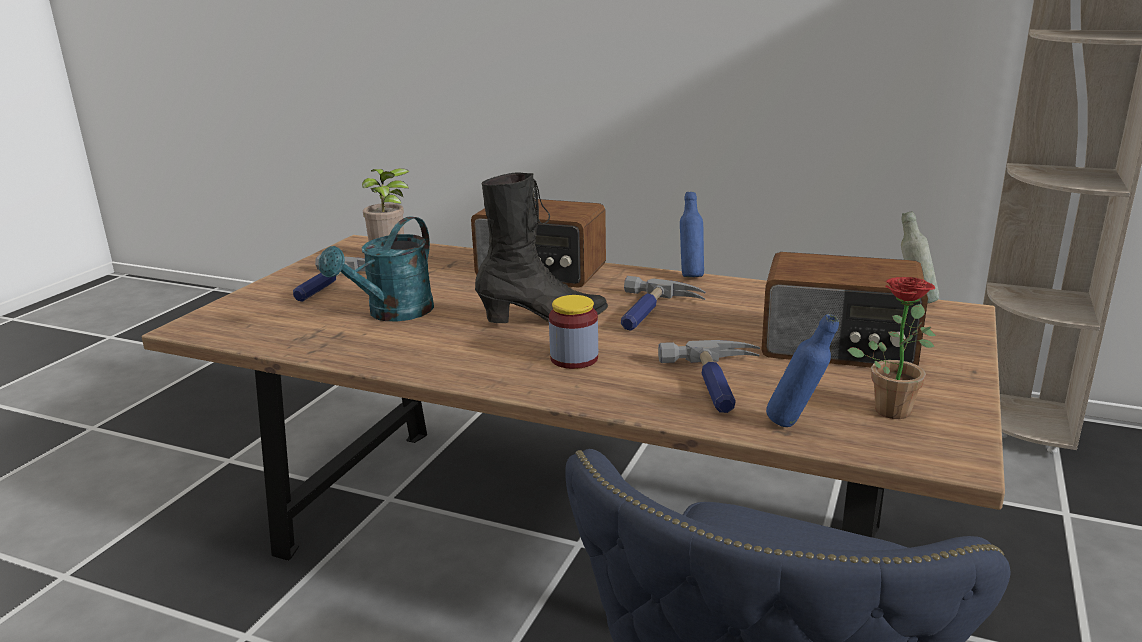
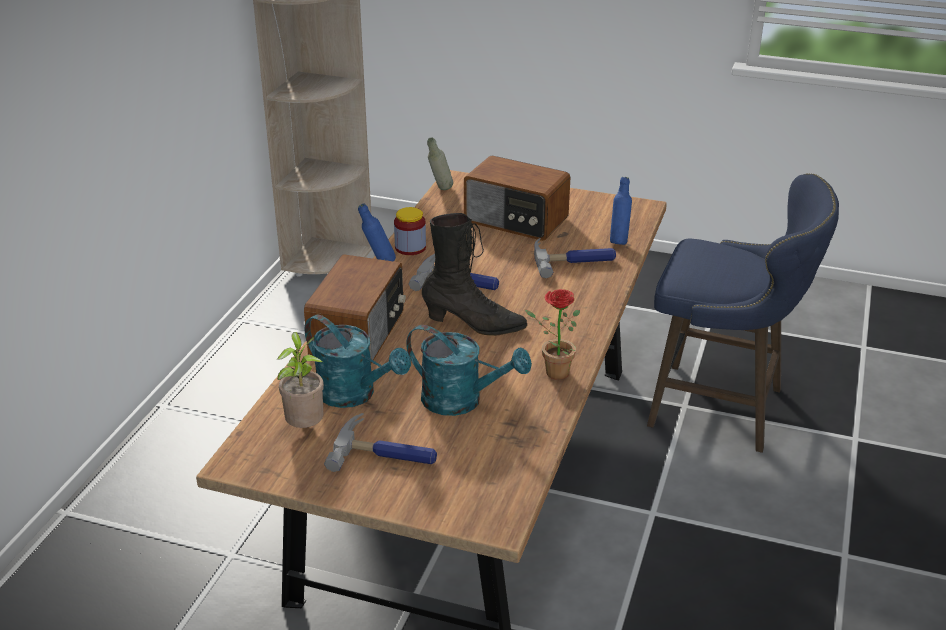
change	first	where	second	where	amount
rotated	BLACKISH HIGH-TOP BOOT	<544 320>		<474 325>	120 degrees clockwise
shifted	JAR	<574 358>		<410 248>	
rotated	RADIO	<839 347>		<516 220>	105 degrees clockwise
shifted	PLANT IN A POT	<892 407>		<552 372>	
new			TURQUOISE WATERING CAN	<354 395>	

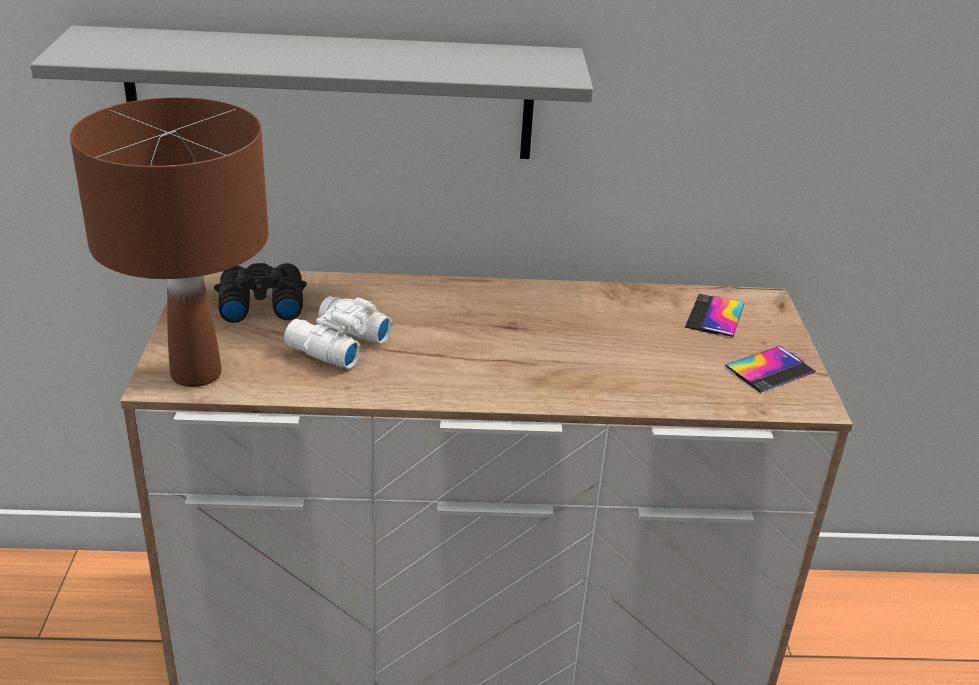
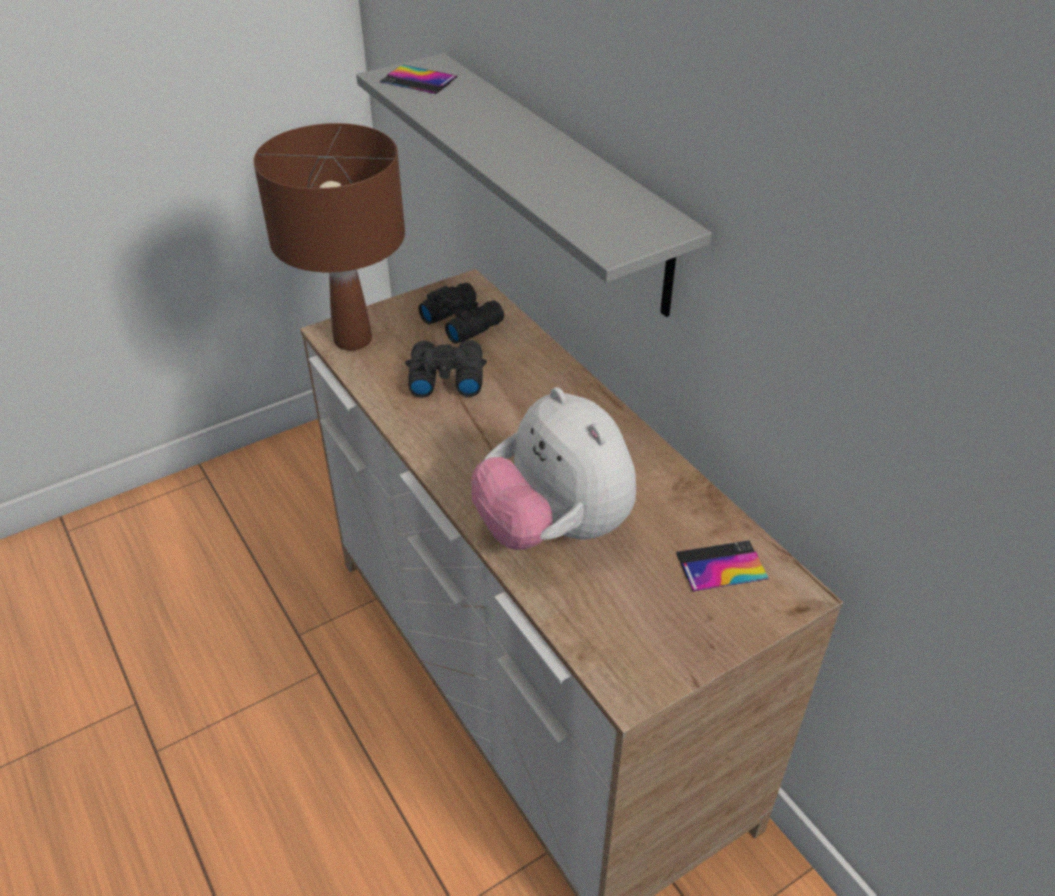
change	first	where	second	where	amount
repainted	WHITE BINOCULARS	<336 344>	BLACKISH BINOCULARS	<445 377>	
shifted	PHONE	<770 369>		<418 80>	
new			SOFT TOY	<554 529>	

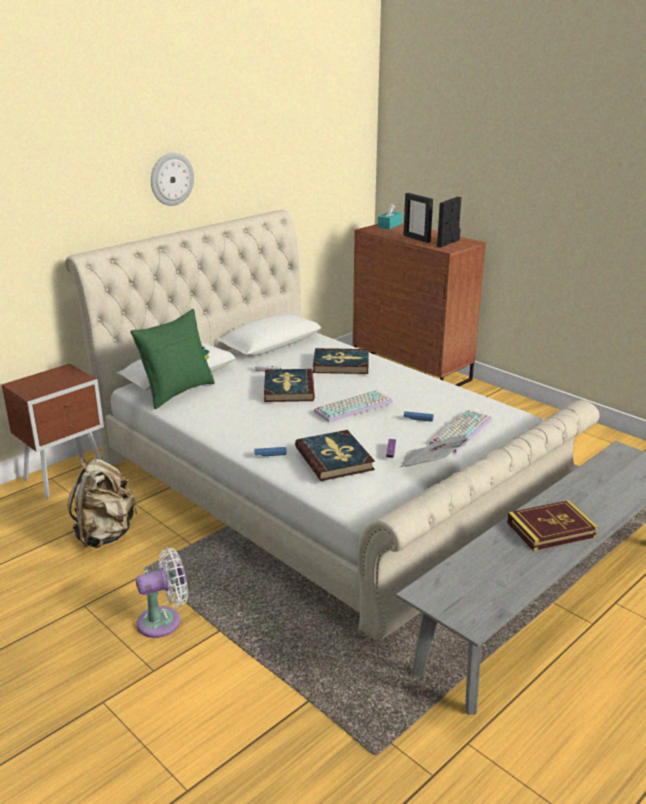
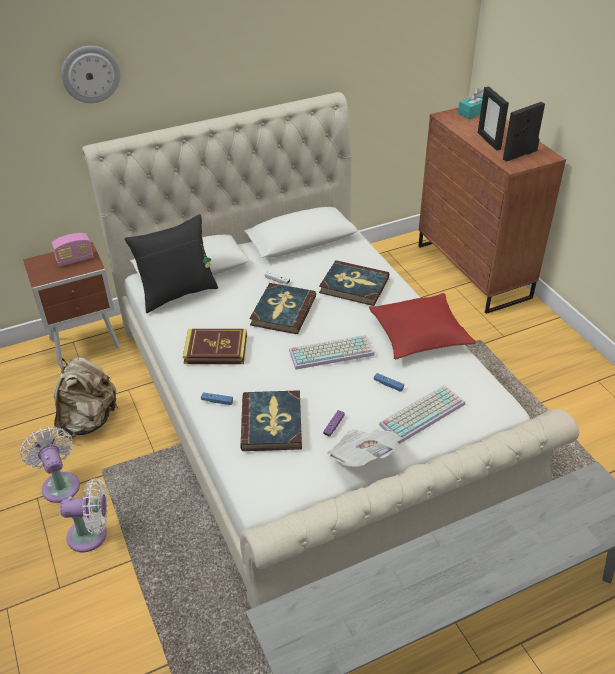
change	first	where	second	where	amount
repainted	GREEN-COLOURED CUSHION	<177 393>	BLACKISH CUSHION	<178 294>	
shifted	CLOCK ON THE WALL	<171 179>		<90 74>	
shifted	VOLUME	<551 529>		<216 349>	
new			WHITE ELECTRIC FAN	<60 484>	
new			RADIO	<75 260>	
new			RED CUSHION	<419 334>	

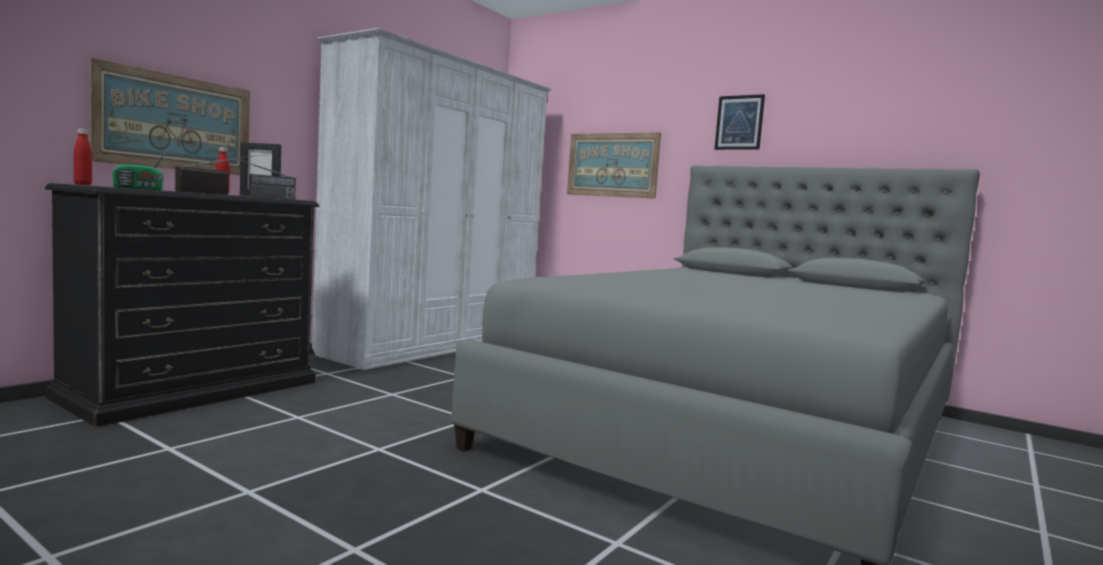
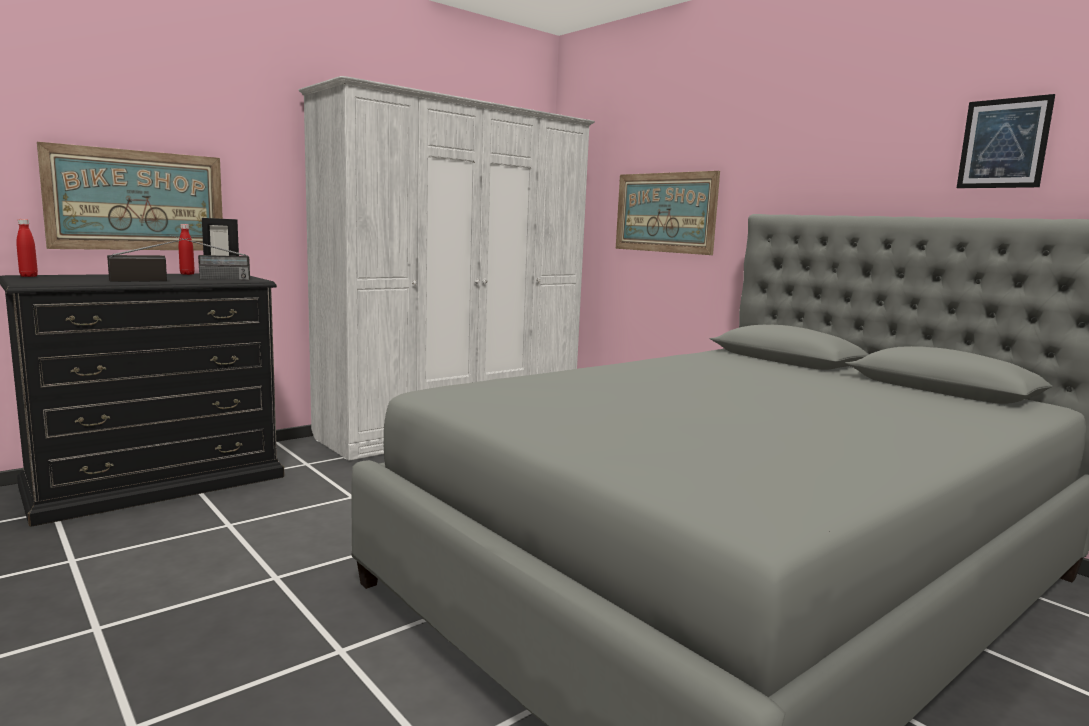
change	first	where	second	where	amount
gone	RADIO	<139 188>			
shifted	PICTURE	<739 122>		<1003 143>	

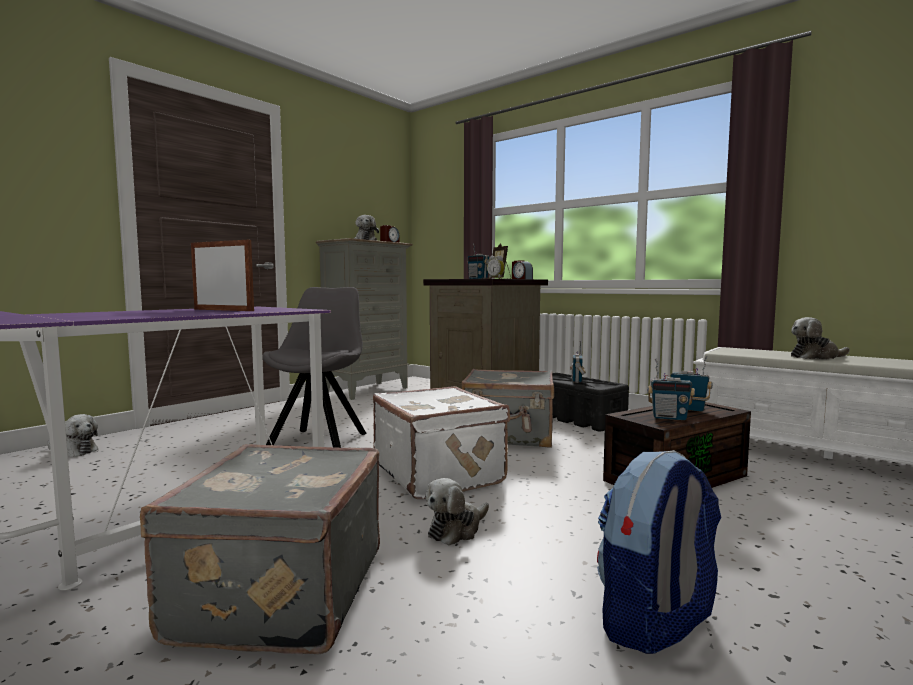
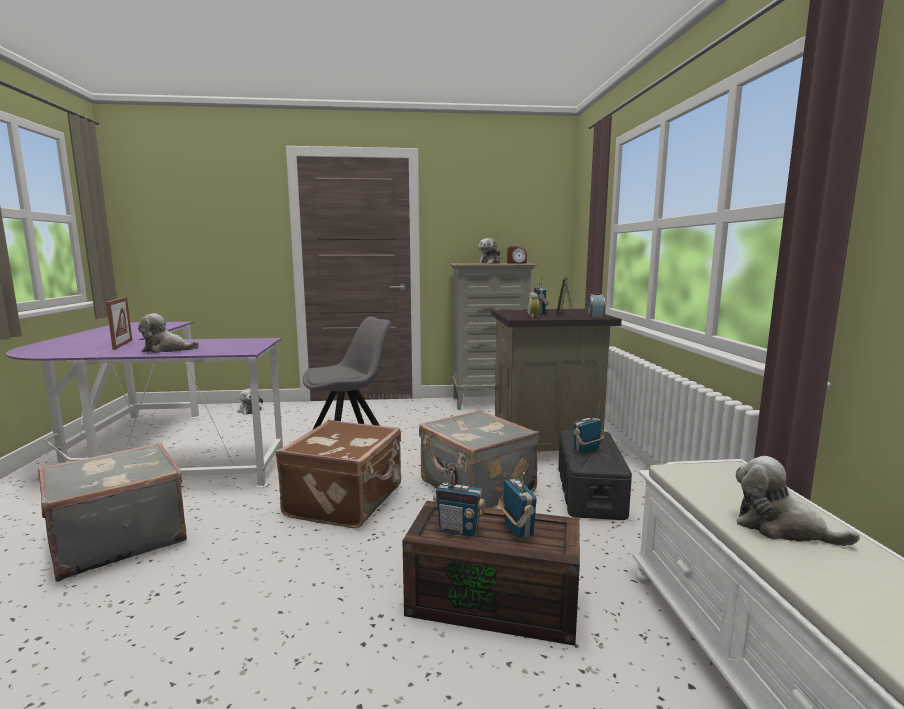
change	first	where	second	where	amount
shifted	PHOTO FRAME	<223 310>		<122 344>	
repainted	WHITE TRAVEL CASE	<439 473>	BROWN TRAVEL CASE	<347 501>	
shifted	SOFT TOY	<456 529>		<166 350>	
gone	RUCKSACK	<654 622>			
rotated	RADIO	<669 418>		<459 530>	45 degrees counterclockwise

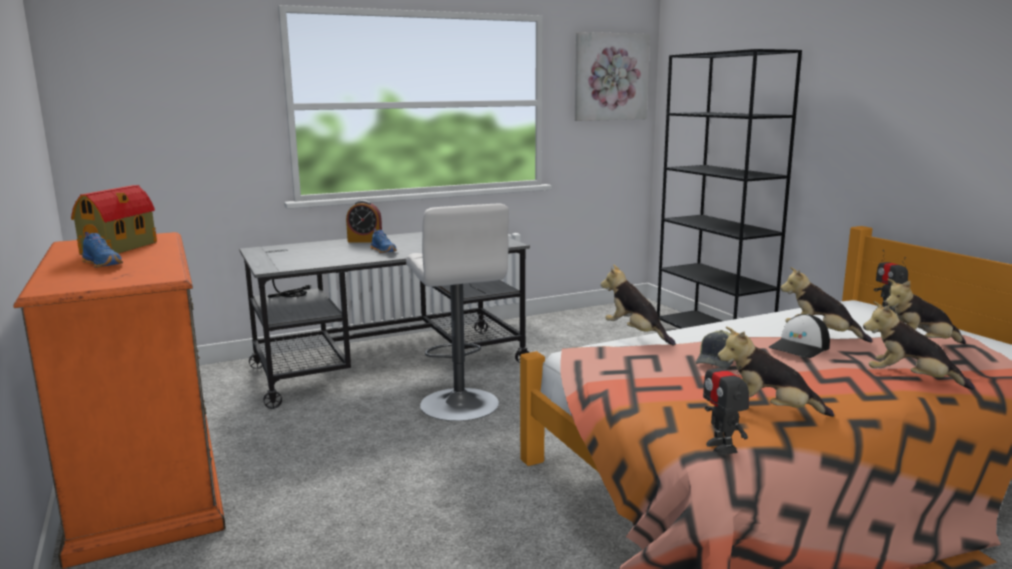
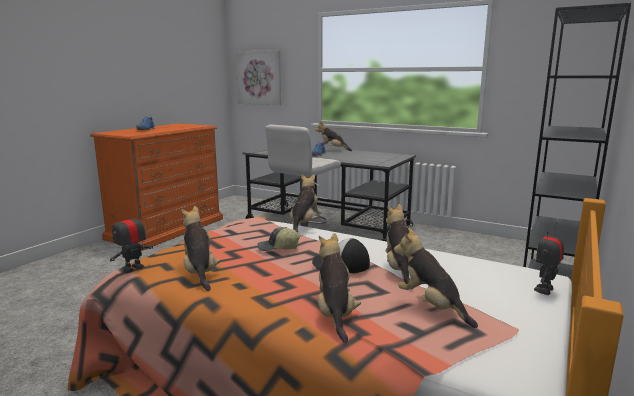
change	first	where	second	where	amount
gone	MINIATURE HOUSE	<121 248>			
swapped	ALARM CLOCK	<365 241>	SOFT TOY	<332 150>	
shifted	PICTURE	<610 77>		<259 78>	

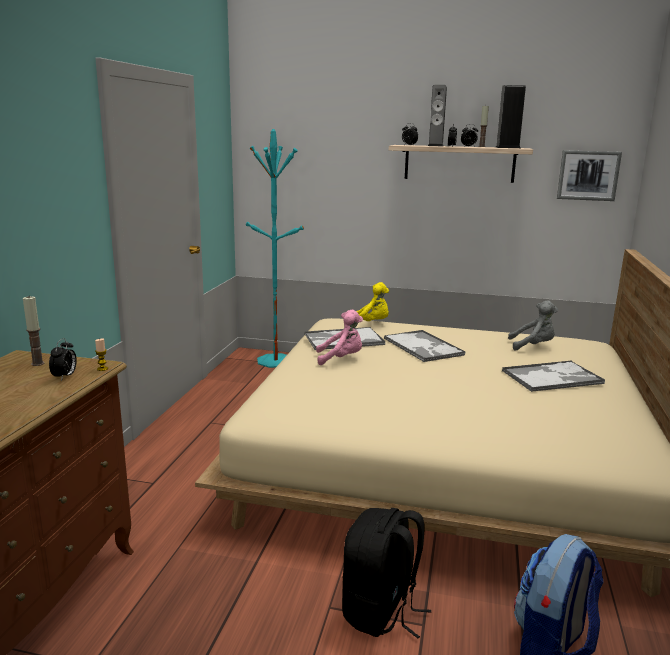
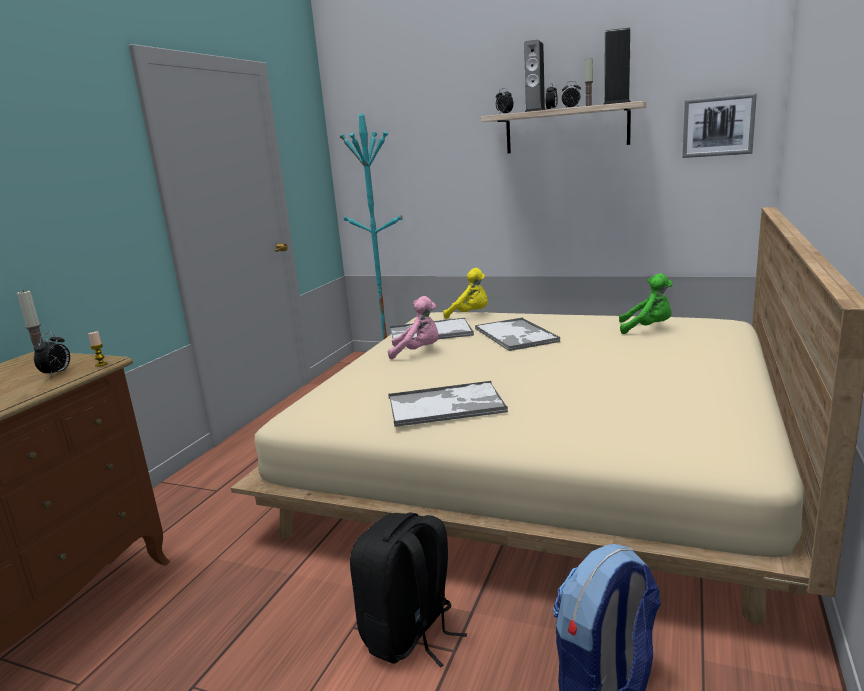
change	first	where	second	where	amount
shifted	SERVING TRAY	<552 377>		<447 405>	
repainted	GREYISH SOFT TOY	<533 346>	GREEN-COLOURED SOFT TOY	<647 328>	

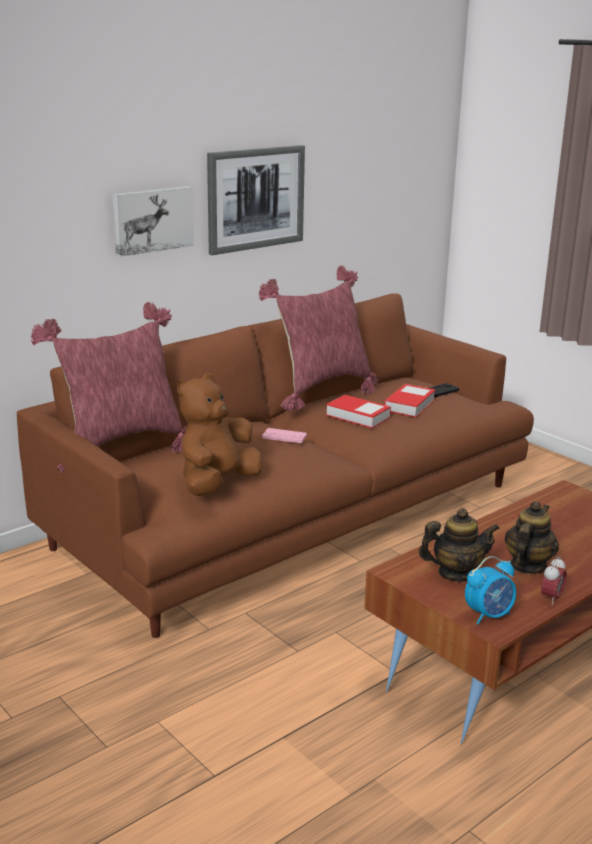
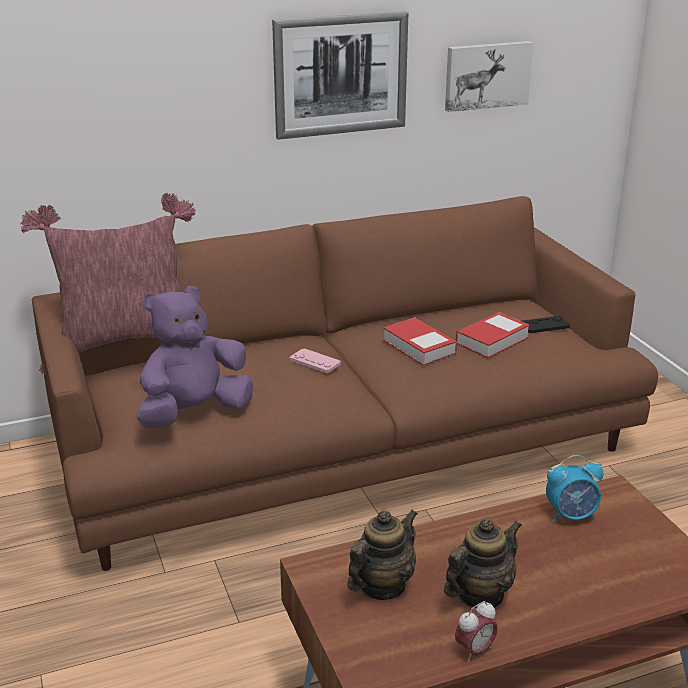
change	first	where	second	where	amount
shifted	PICTURE	<152 220>		<486 75>	
repainted	BROWN SOFT TOY	<217 485>	PURPLE SOFT TOY	<194 413>	
gone	RED CUSHION	<318 398>			
rotated	TEAPOT	<456 573>		<381 586>	60 degrees counterclockwise
shifted	ALARM CLOCK	<489 615>		<571 515>	

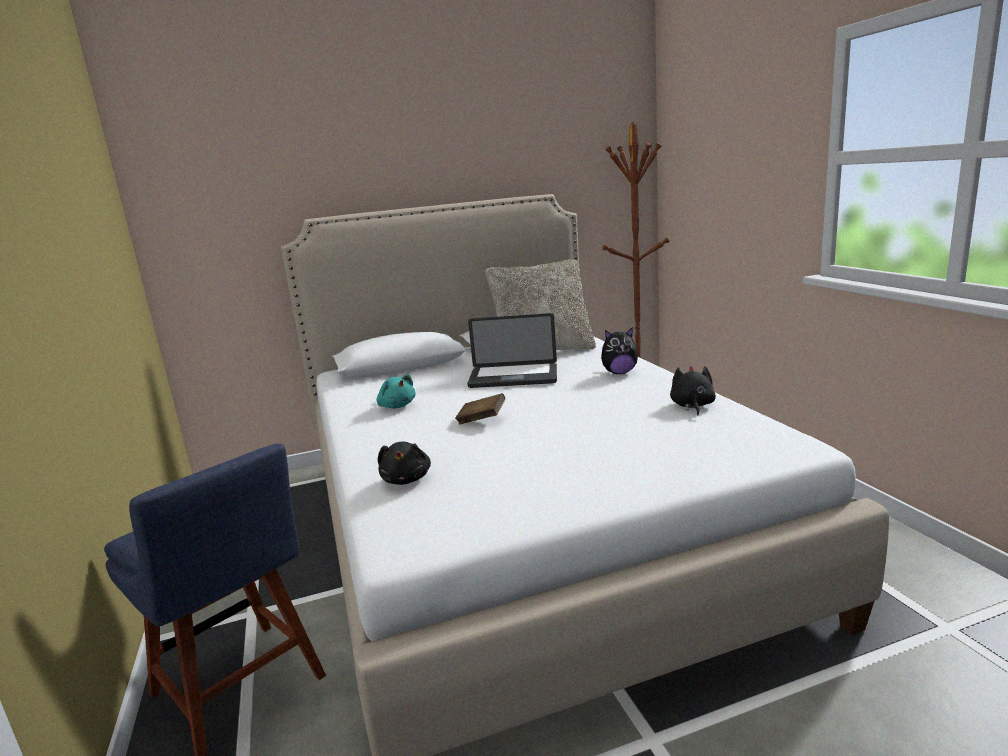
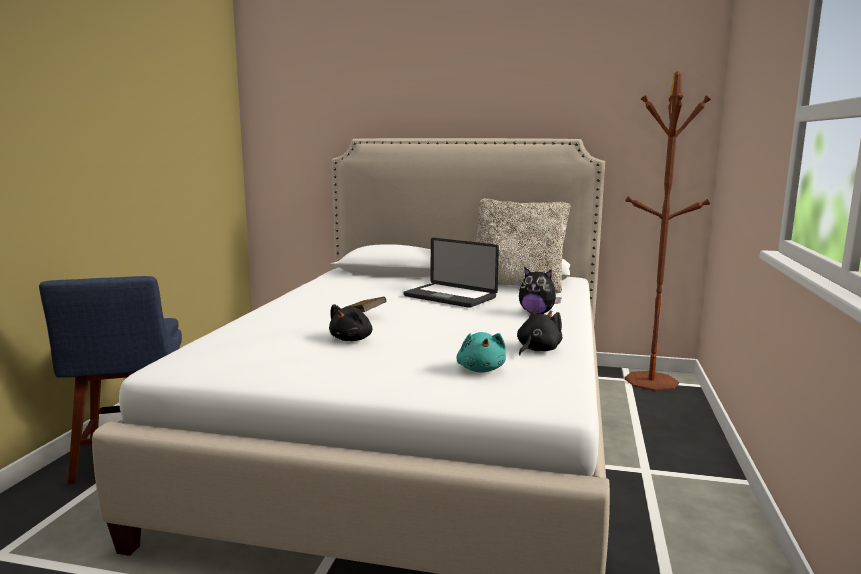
change	first	where	second	where	amount
shifted	TURQUOISE SOFT TOY	<396 406>		<481 369>	
shifted	BLACKISH SOFT TOY	<406 479>		<352 339>	

